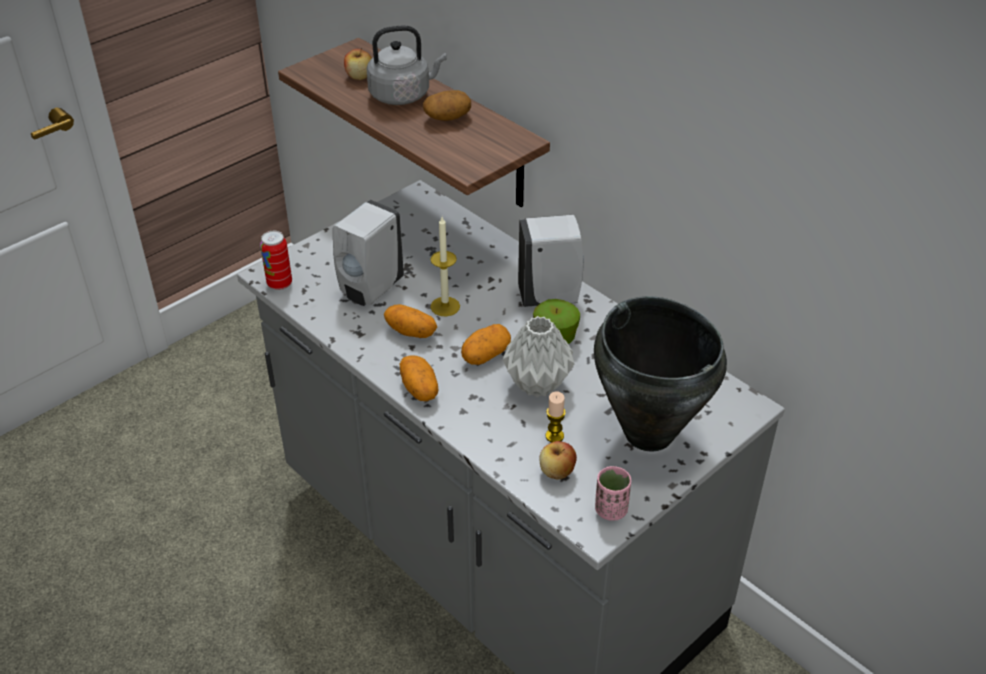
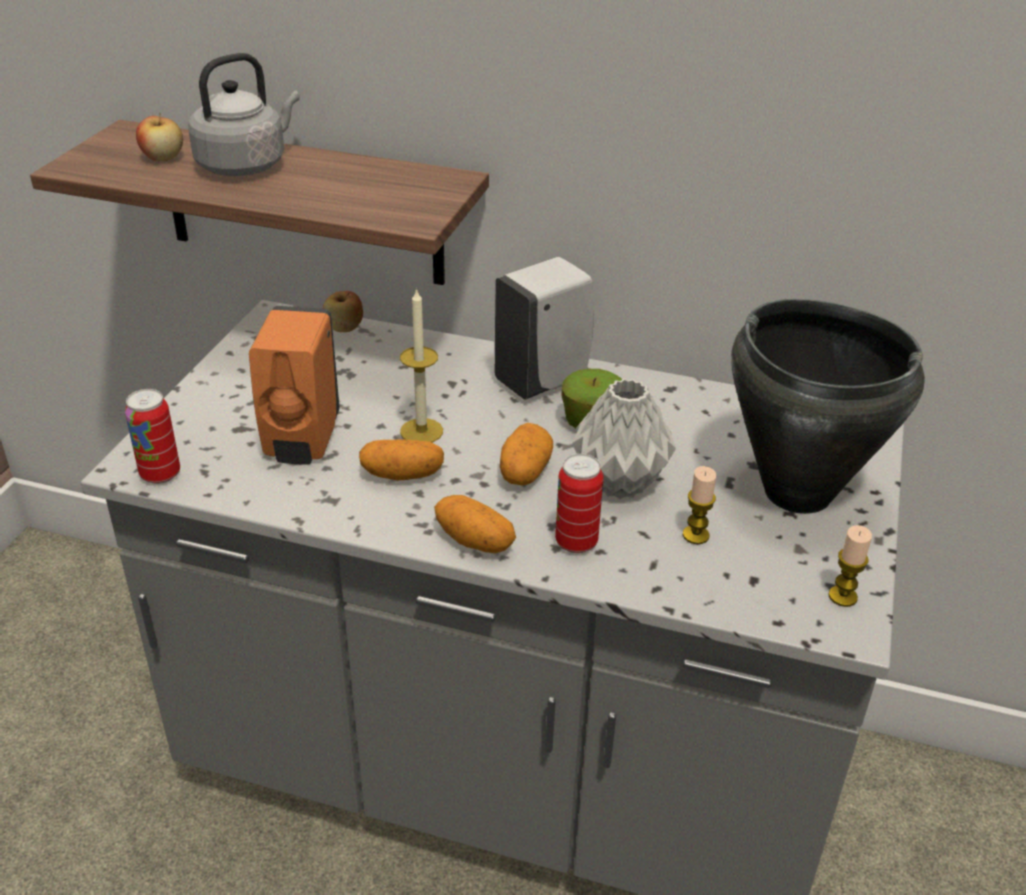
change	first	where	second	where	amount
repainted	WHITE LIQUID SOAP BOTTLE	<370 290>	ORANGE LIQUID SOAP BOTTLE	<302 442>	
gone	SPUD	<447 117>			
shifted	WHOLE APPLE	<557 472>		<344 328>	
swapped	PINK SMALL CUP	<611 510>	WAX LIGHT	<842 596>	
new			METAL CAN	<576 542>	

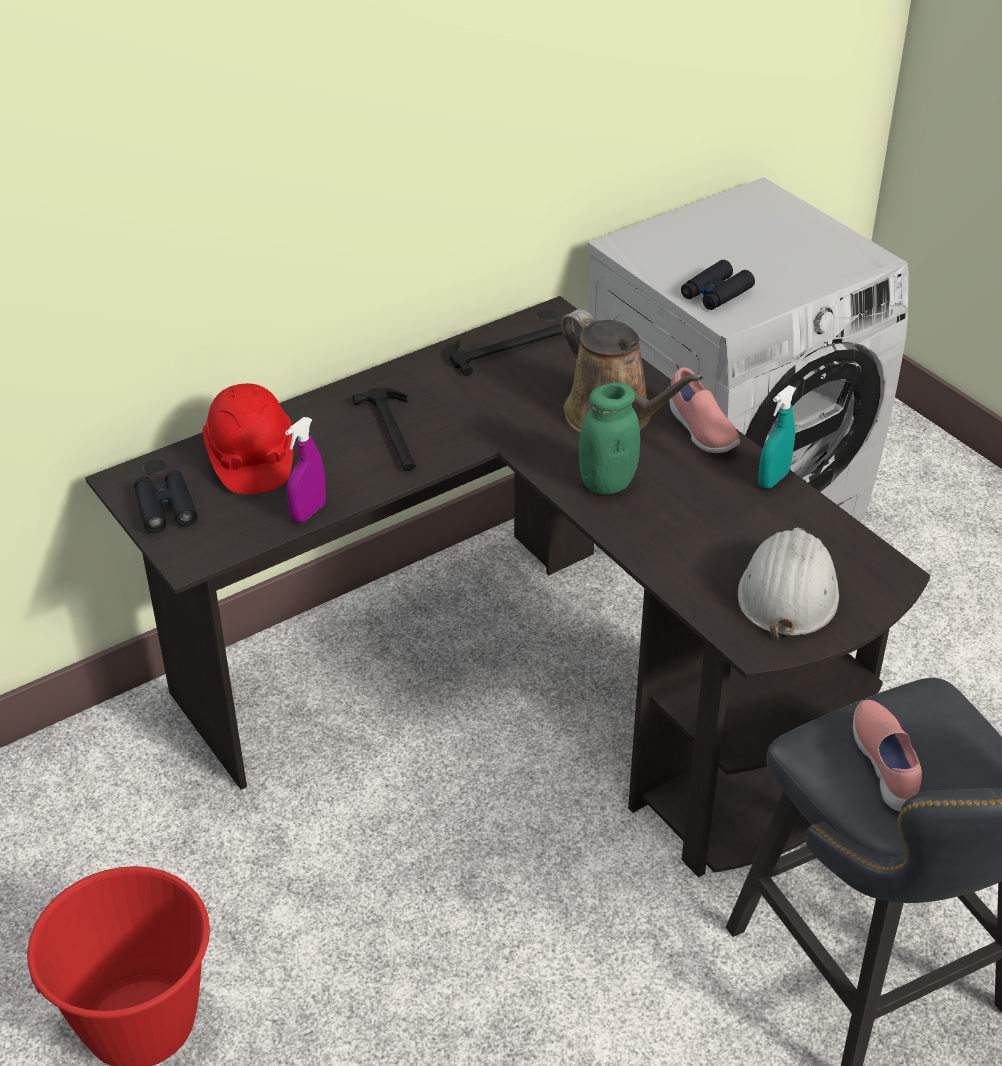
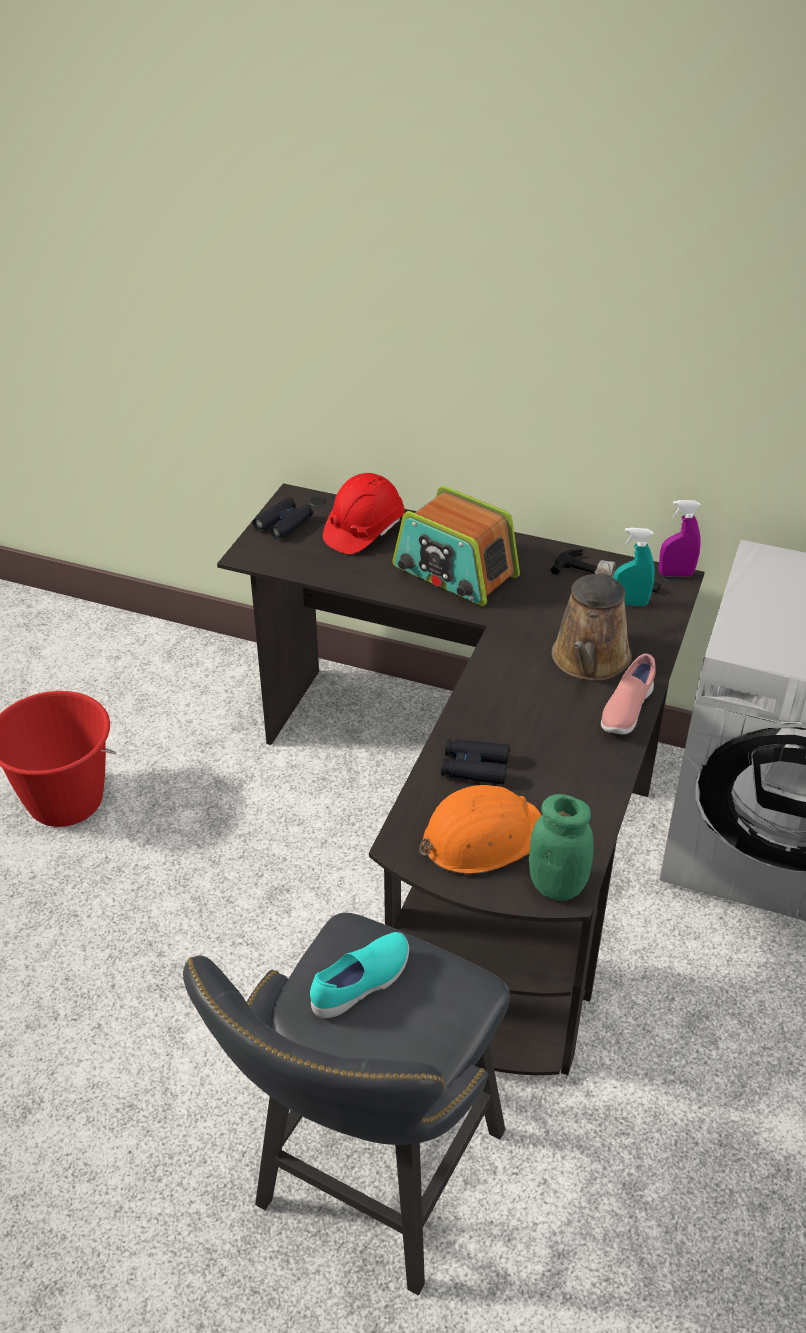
change	first	where	second	where	amount
shifted	PURPLE SPRAYER	<308 512>		<675 574>	
swapped	HAND HAMMER	<393 432>	RADIO	<454 572>	
shifted	GREEN-COLOURED JAR	<607 483>		<557 885>	
shifted	BLACKISH BINOCULARS	<716 293>		<474 767>	
repainted	WHITE SAFETY HELMET	<788 591>	ORANGE SAFETY HELMET	<482 837>	
shifted	TURQUOISE SPRAYER	<773 479>		<630 603>	
repainted	PINK ITEM OF FOOTWEAR	<886 765>	TURQUOISE ITEM OF FOOTWEAR	<362 985>	

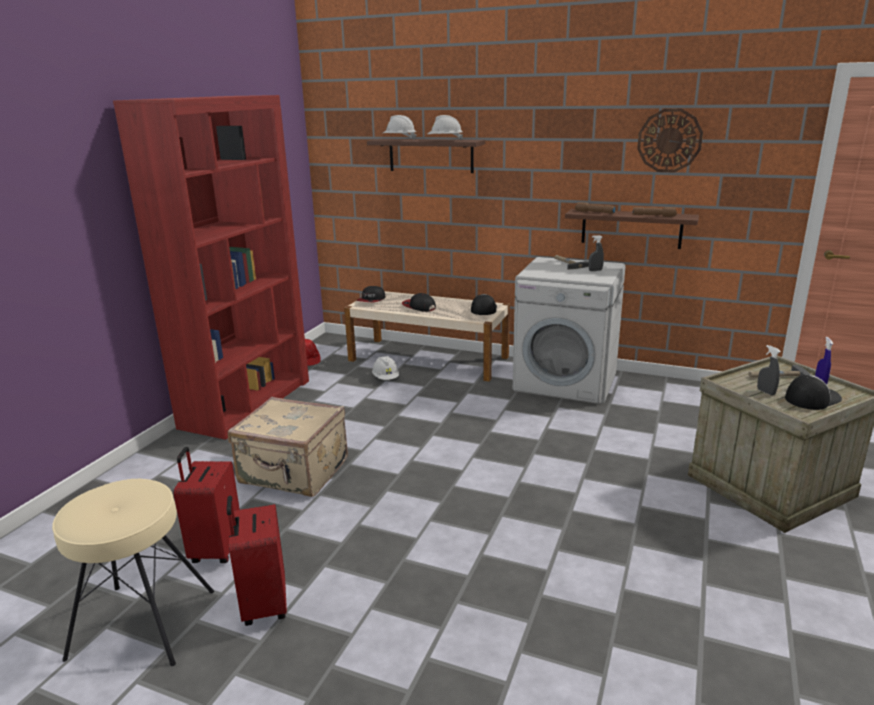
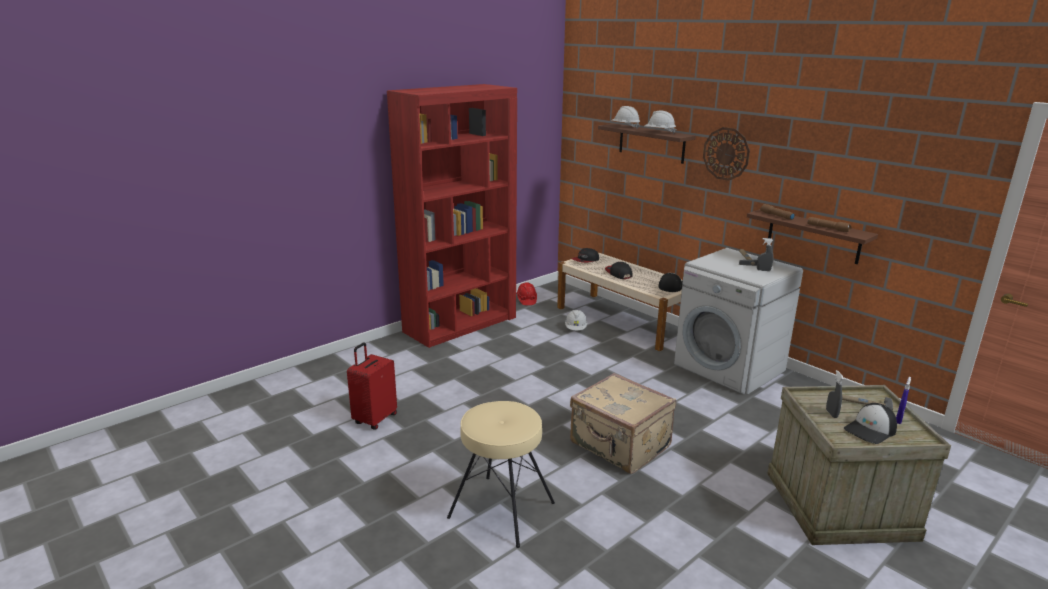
change	first	where	second	where	amount
shifted	BEIGE-COLOURED STOOL SEAT	<142 624>		<501 510>	
gone	RED TRAVEL CASE	<263 605>			
shifted	BEIGE-COLOURED TRAVEL CASE	<294 473>		<619 446>	
shifted	CLOCK ON THE WALL	<669 140>		<726 153>	
rotated	PEAKED CAP	<811 398>		<870 430>	150 degrees clockwise

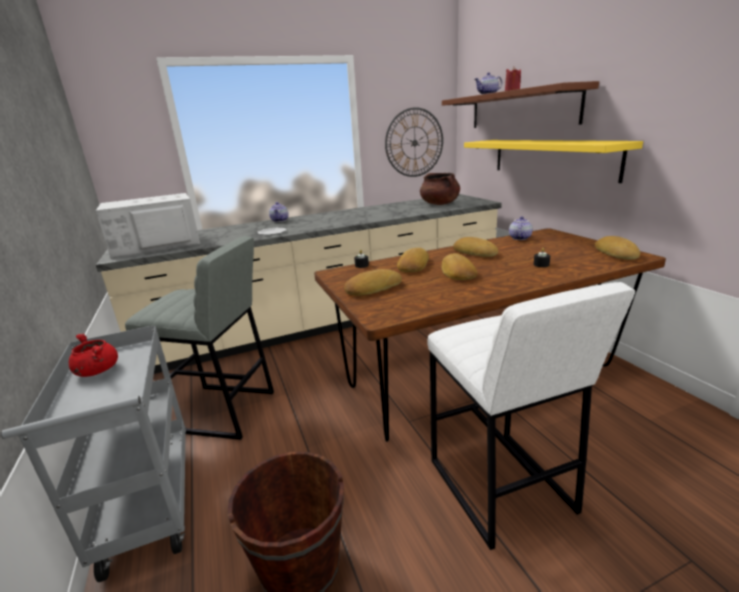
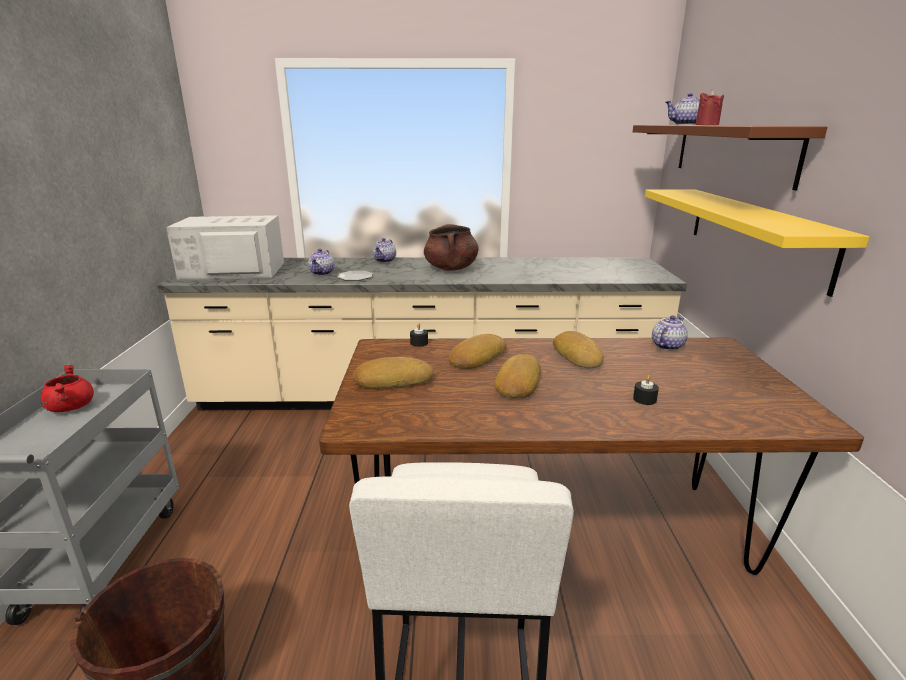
change	first	where	second	where	amount
gone	GREYISH STOOL SEAT	<223 411>			
gone	CLOCK ON THE WALL	<414 143>			
shifted	BROWN COOKING POT	<440 204>		<451 268>	
gone	BREAD	<617 253>			
new			TEAPOT	<322 273>	

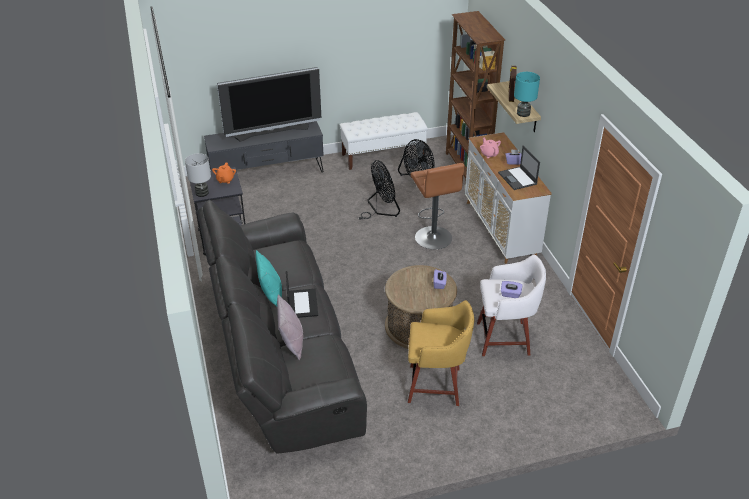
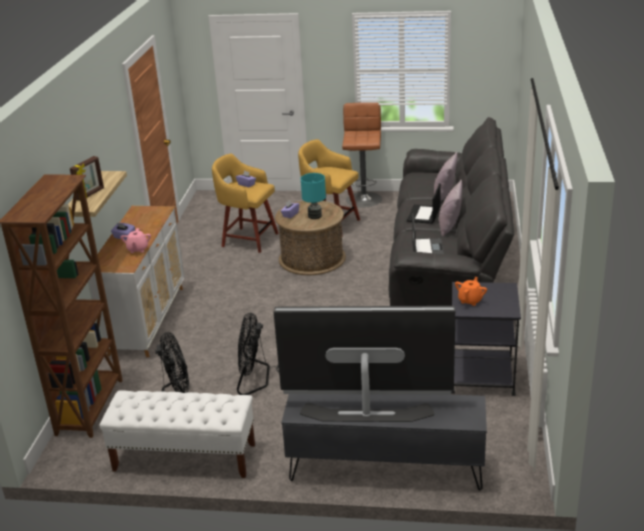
change	first	where	second	where	amount
gone	GREYISH TABLETOP LAMP	<202 193>			
repainted	TURQUOISE CUSHION	<271 295>	PURPLE CUSHION	<449 227>	
shifted	BROWN STOOL SEAT	<433 238>		<364 199>	
repainted	WHITE STOOL SEAT	<505 339>	YELLOW STOOL SEAT	<248 239>	
shifted	PORTABLE COMPUTER	<518 179>		<427 248>	
shifted	TURQUOISE TABLETOP LAMP	<523 113>		<314 216>	

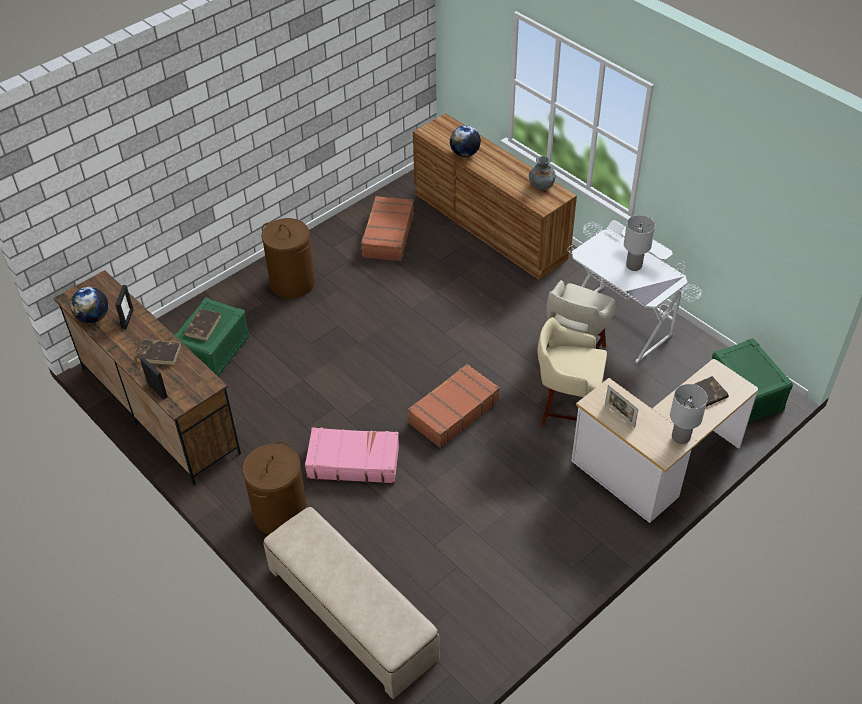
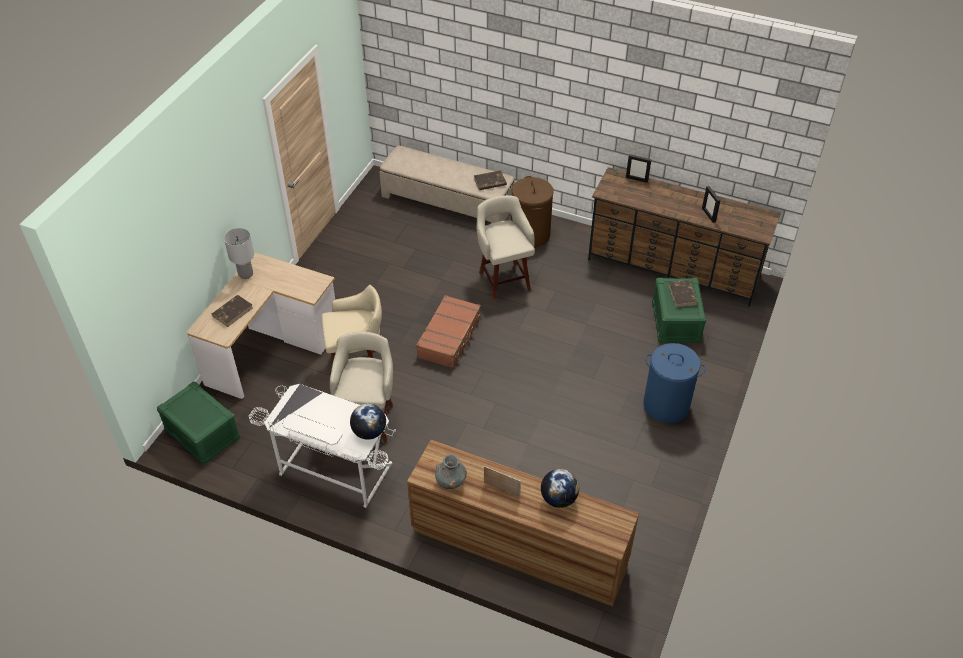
change	first	where	second	where	amount
shifted	DESK GLOBE	<93 317>		<369 432>	
shifted	BROWN VOLUME	<159 353>		<489 182>	
repainted	BROWN WASHING BASKET	<292 283>	BLUE WASHING BASKET	<666 405>	
swapped	PINK TRAVEL CASE	<353 461>	BEIGE-COLOURED STOOL SEAT	<504 280>	
gone	BROWN TRAVEL CASE	<387 235>			
shifted	PHOTO FRAME	<619 415>		<501 489>	
gone	GREYISH TABLETOP LAMP	<633 267>			

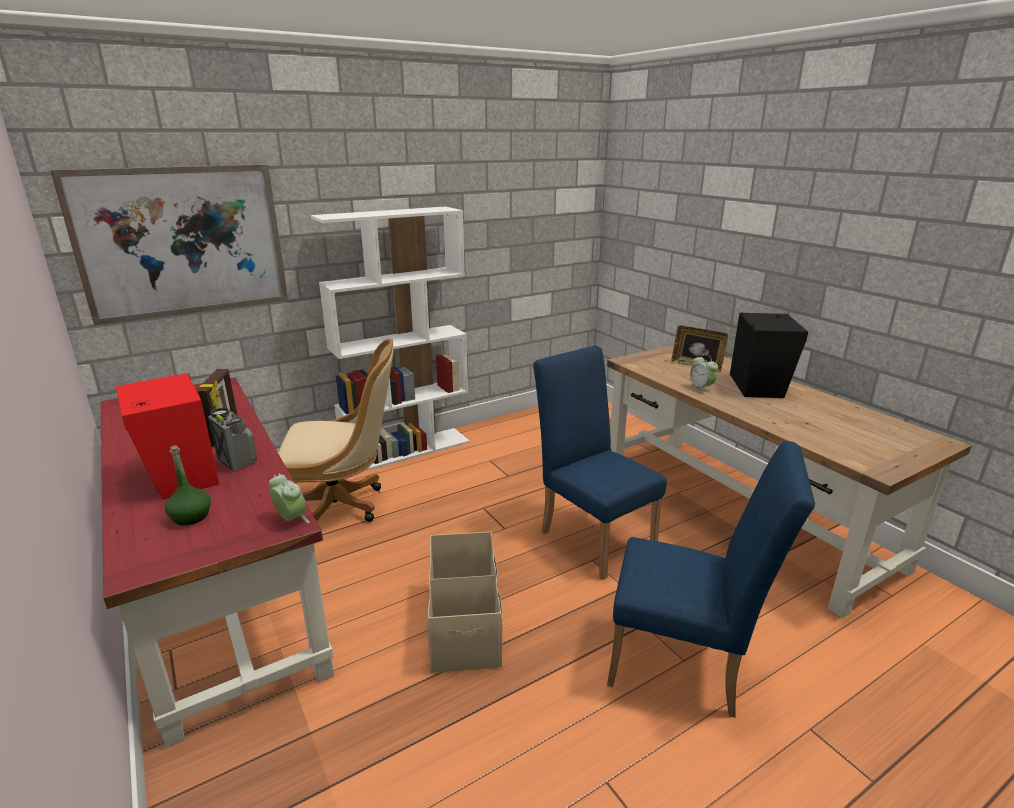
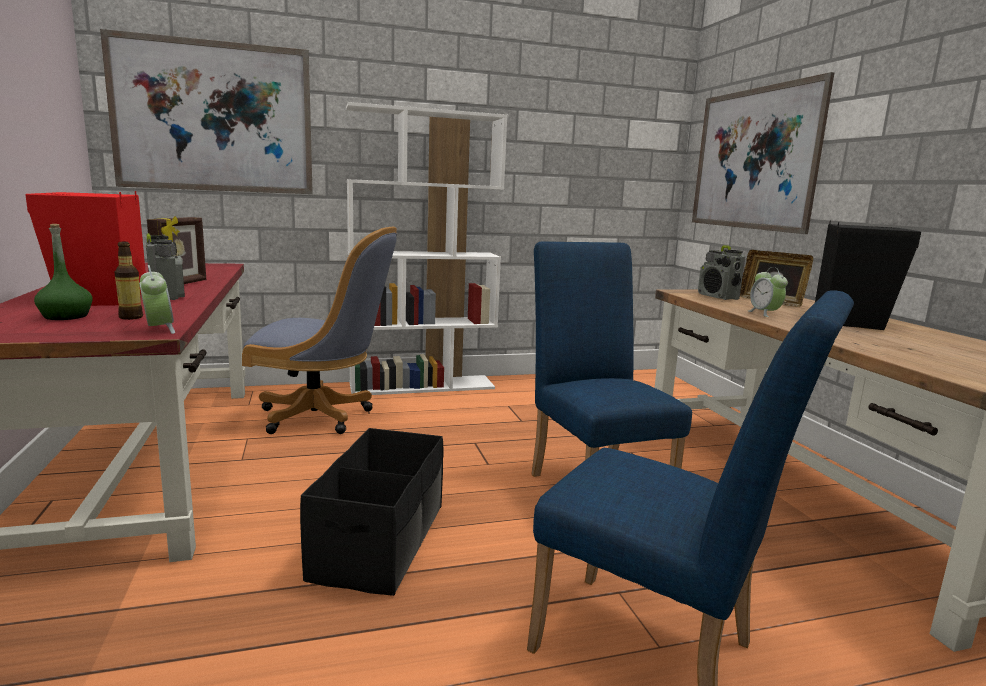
change	first	where	second	where	amount
repainted	BEIGE-COLOURED COMPUTER CHAIR	<345 505>	BLUE COMPUTER CHAIR	<325 418>	
repainted	BEIGE-COLOURED STORAGE BOX	<465 622>	BLACKISH STORAGE BOX	<381 541>	
new			DRINK BOTTLE	<131 317>	
new			PICTURE	<753 159>	
new			RADIO	<718 297>	

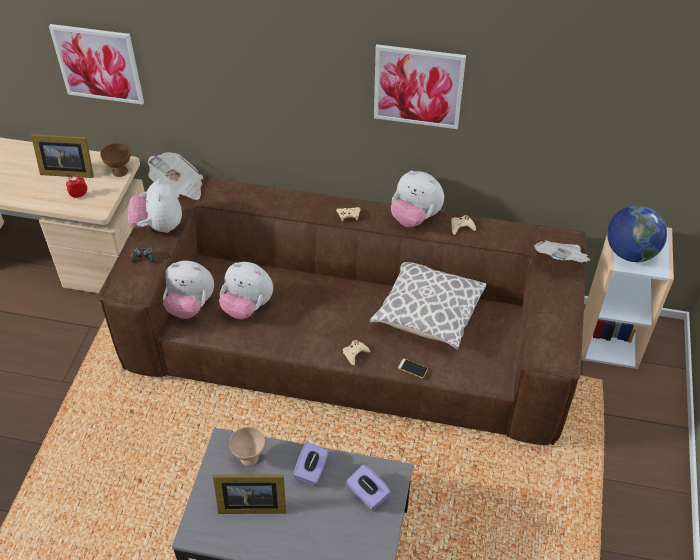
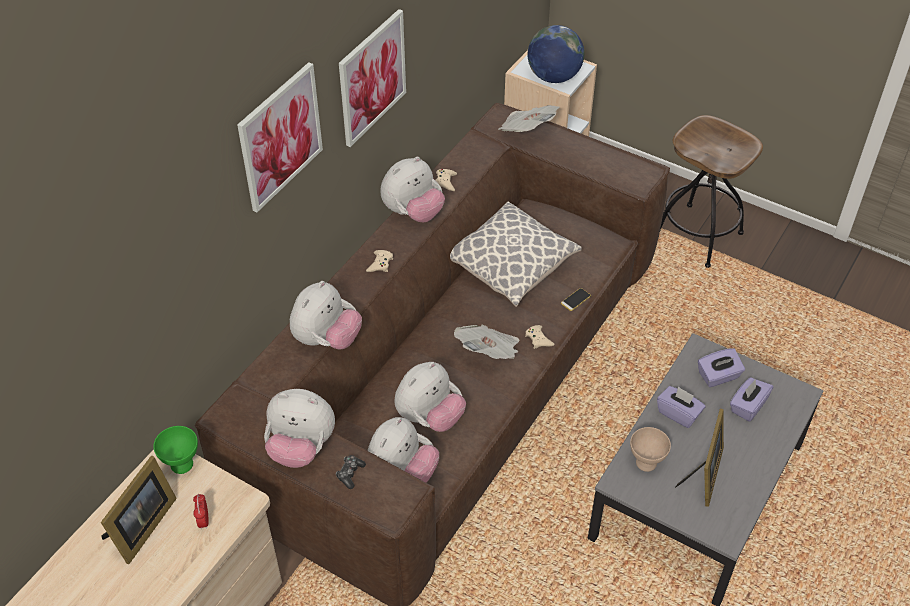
change	first	where	second	where	amount
shifted	PICTURE	<98 64>		<280 137>	
repainted	BROWN SERVING BOWL	<119 172>	GREEN-COLOURED SERVING BOWL	<182 465>	
shifted	DAILY PAPER	<179 187>		<489 352>	
new			SOFT TOY	<327 339>	
new			BROWN STOOL SEAT	<698 235>	
new			PURPLE BOX OF TISSUES	<747 406>	

